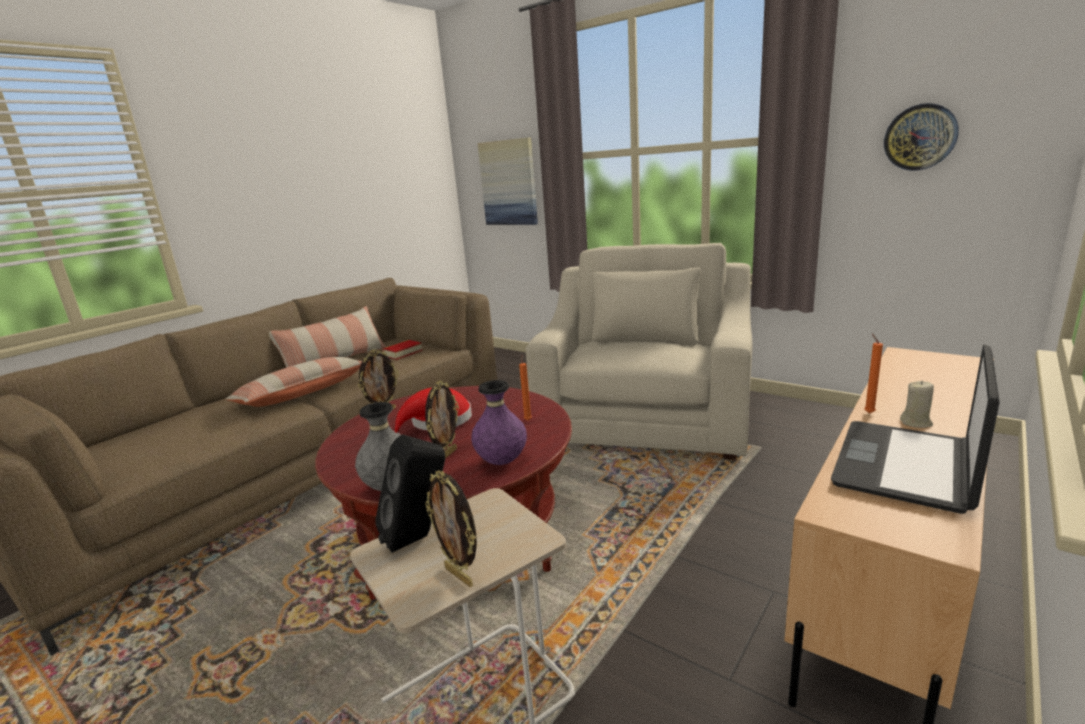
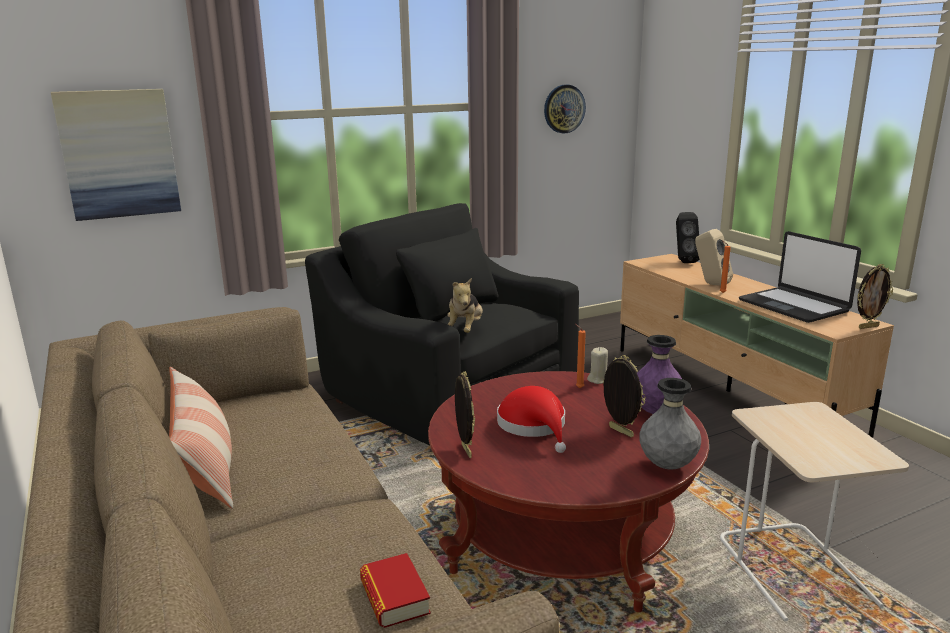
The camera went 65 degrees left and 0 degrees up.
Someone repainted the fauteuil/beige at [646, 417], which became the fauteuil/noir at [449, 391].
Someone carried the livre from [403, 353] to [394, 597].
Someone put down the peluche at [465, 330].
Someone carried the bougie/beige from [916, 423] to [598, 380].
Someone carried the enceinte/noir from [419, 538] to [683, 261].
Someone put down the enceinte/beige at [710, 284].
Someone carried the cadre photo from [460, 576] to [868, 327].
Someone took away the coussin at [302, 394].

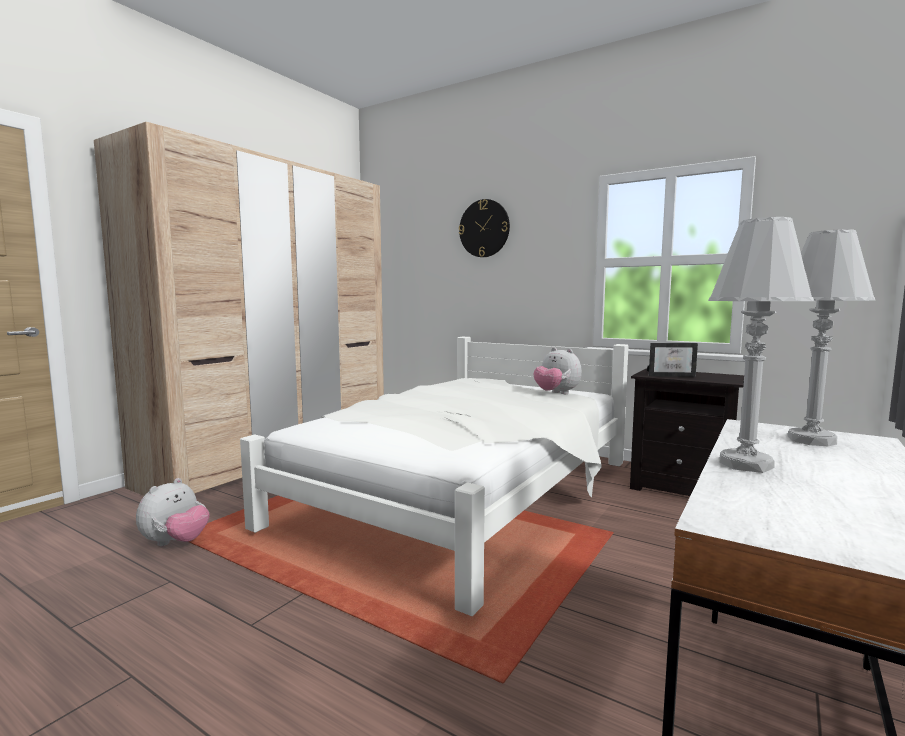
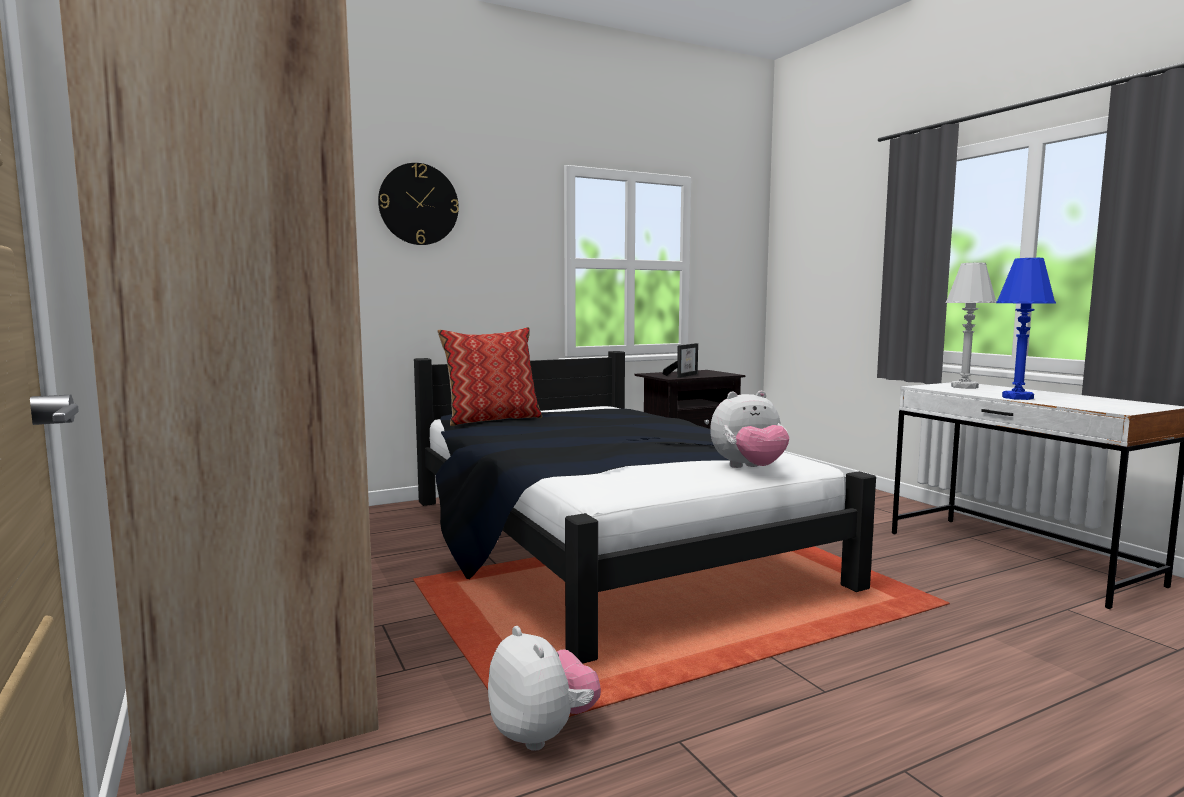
The camera went 60 degrees left and 0 degrees up.
Someone repainted the lit/blanc at [463, 496], which became the lit/noir at [603, 545].
Someone put down the coussin at [492, 419].
Someone carried the peluche from [556, 393] to [749, 468].
Someone repainted the lampe de table/blanc at [746, 464], which became the lampe de table/bleu at [1017, 397].

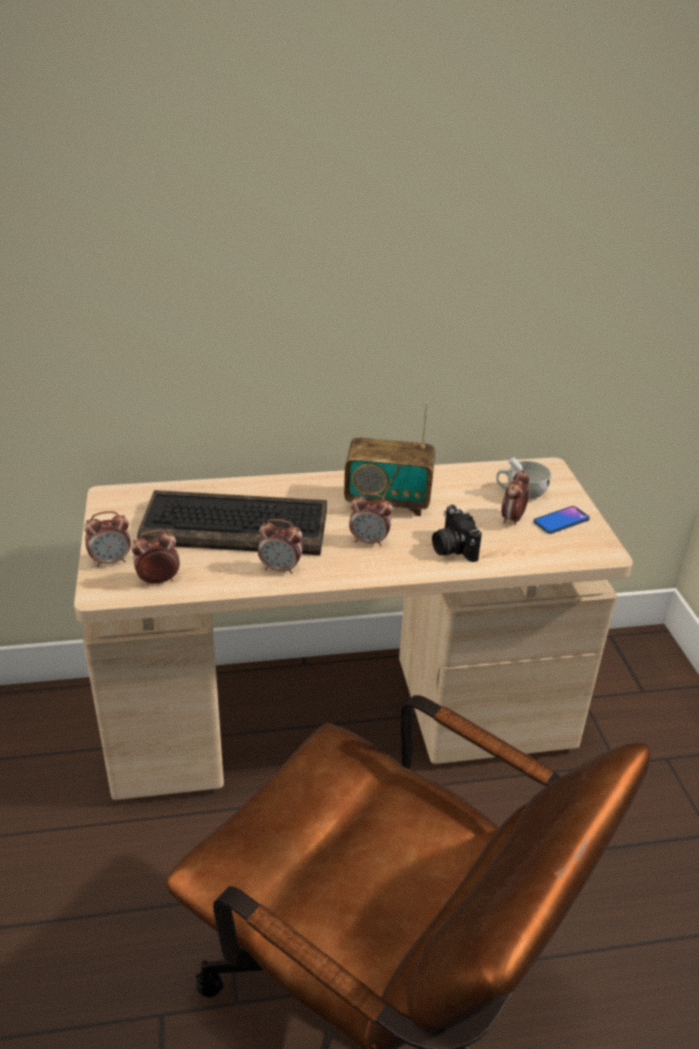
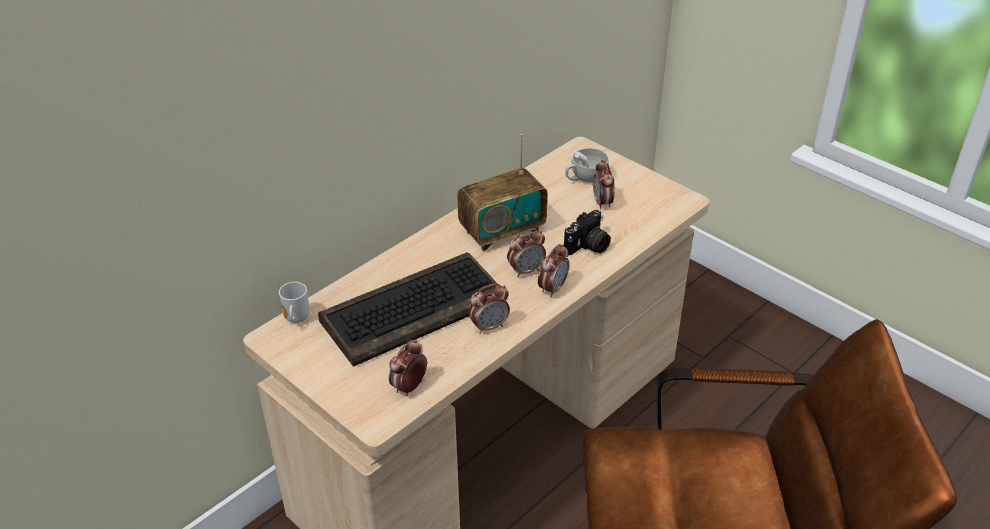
The camera went 35 degrees left and 5 degrees up.
Someone put down the mug at [295, 319].
Someone carried the réveil from [111, 561] to [553, 288].
Someone rotated the appareil photo at [452, 548] by 75 degrees counterclockwise.
Someone took away the téléphone at [561, 521].

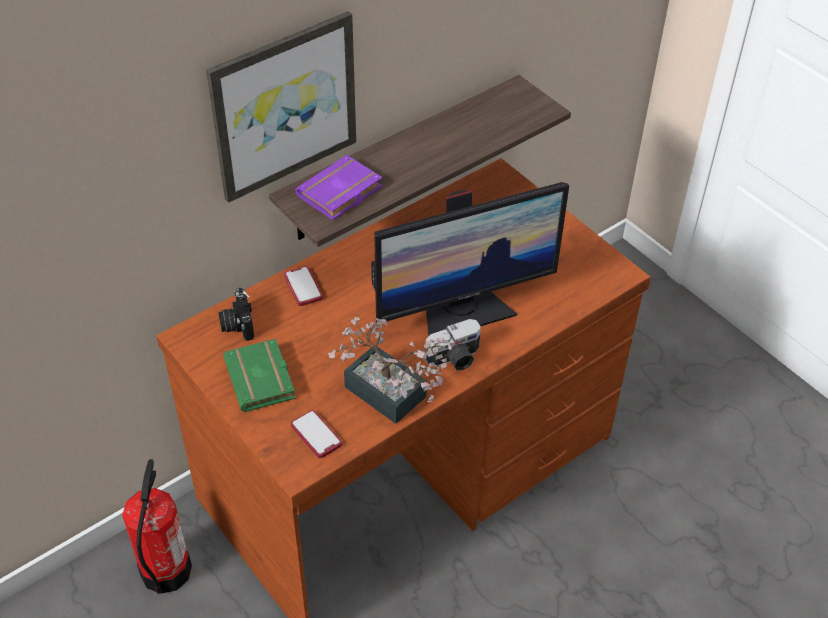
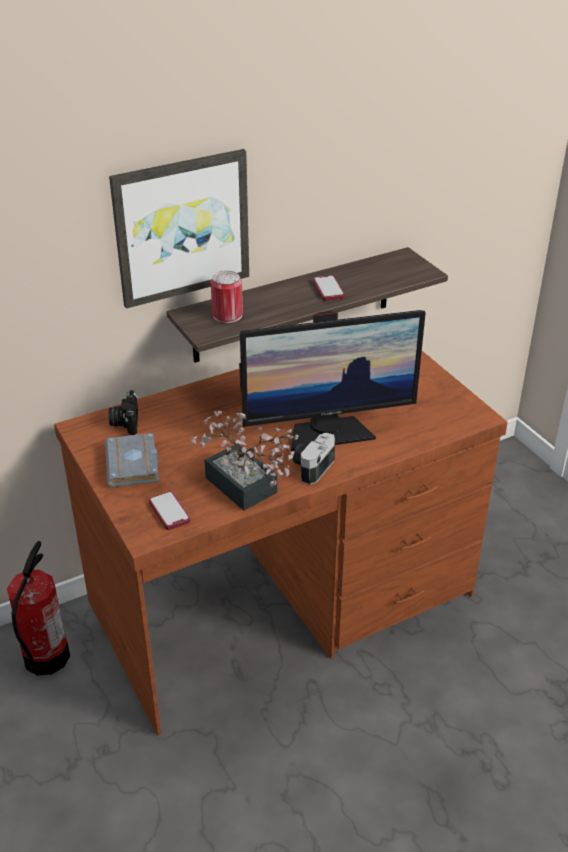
The camera went 10 degrees right and 10 degrees down.
Someone repainted the livre/vert at [263, 380], which became the livre/gris at [135, 465].
Someone swapped the livre/violet at [340, 194] for the boîte métallique at [227, 315].
Someone rotated the appareil photo at [455, 359] by 135 degrees clockwise.
Someone carried the téléphone from [303, 287] to [328, 289].

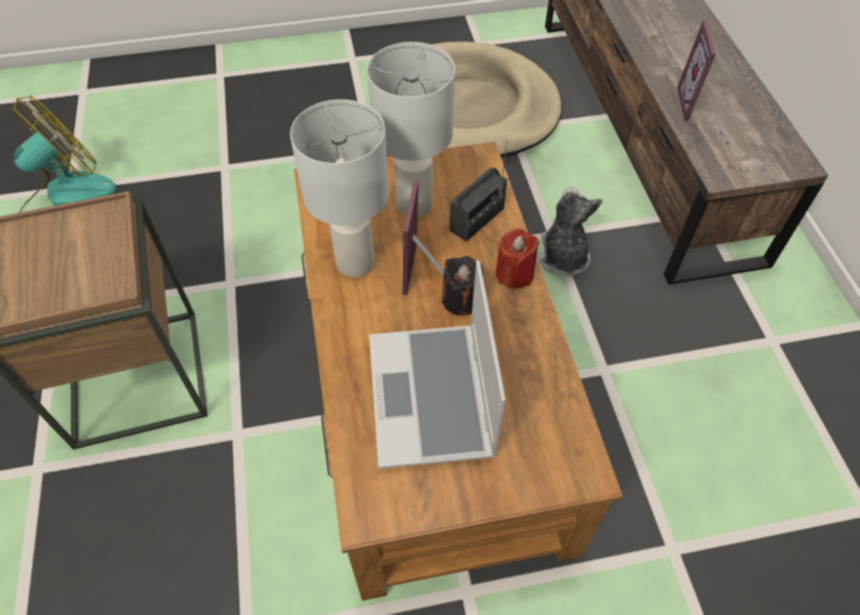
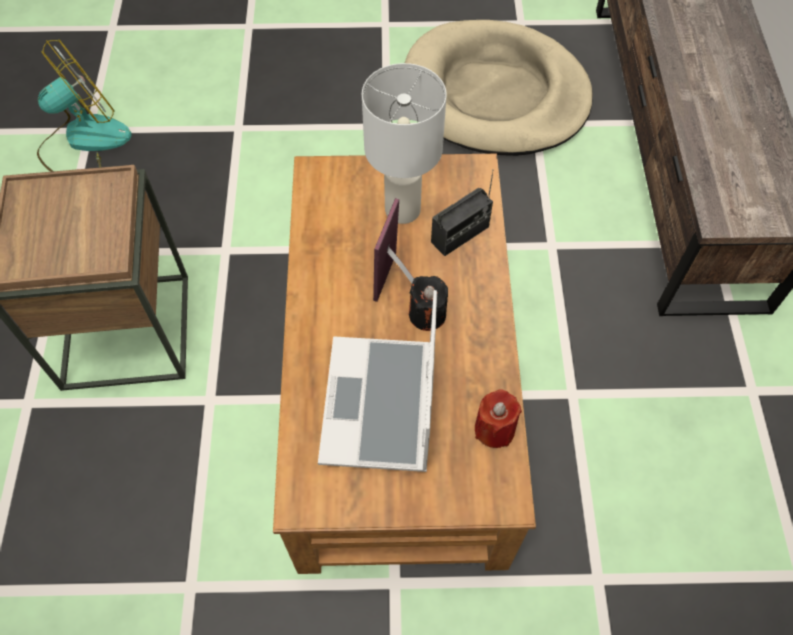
The camera went 10 degrees right and 5 degrees up.
Someone carried the bougie/rouge from [514, 274] to [494, 429].
Someone took away the lampe de table/blanc at [356, 263].
Someone took away the peluche at [562, 256].
Someone took away the cadre photo at [695, 104].

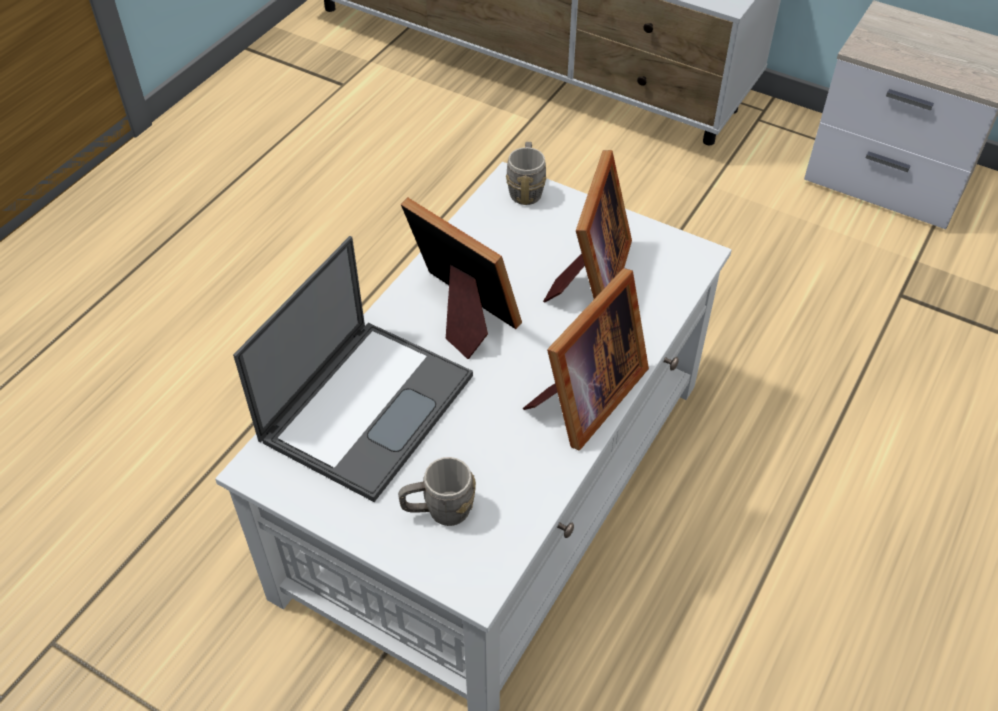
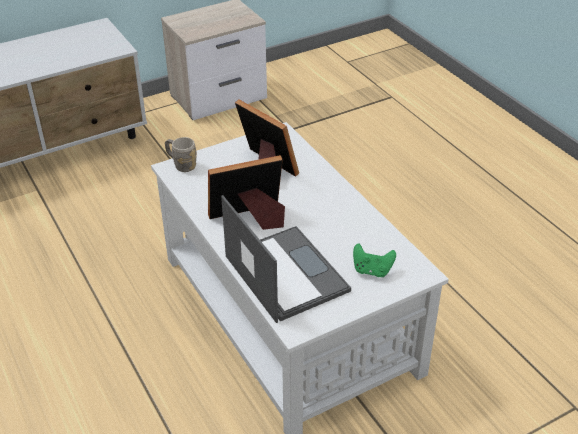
The camera went 60 degrees left and 10 degrees down.
Someone swapped the mug/gris at [439, 511] for the manette/vert at [372, 270].
Someone took away the cadre photo at [584, 398].

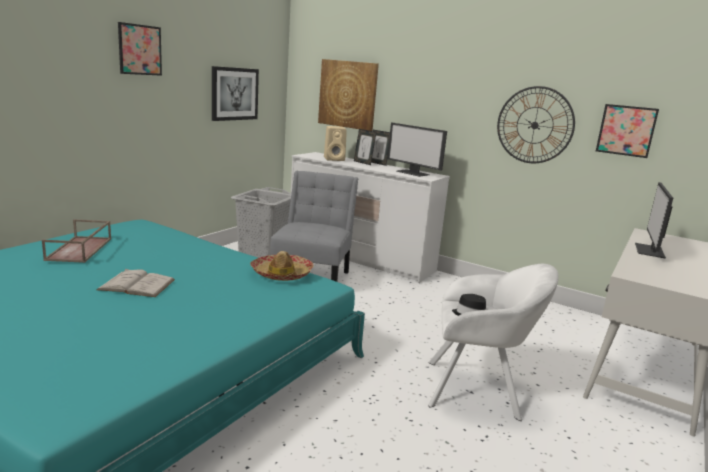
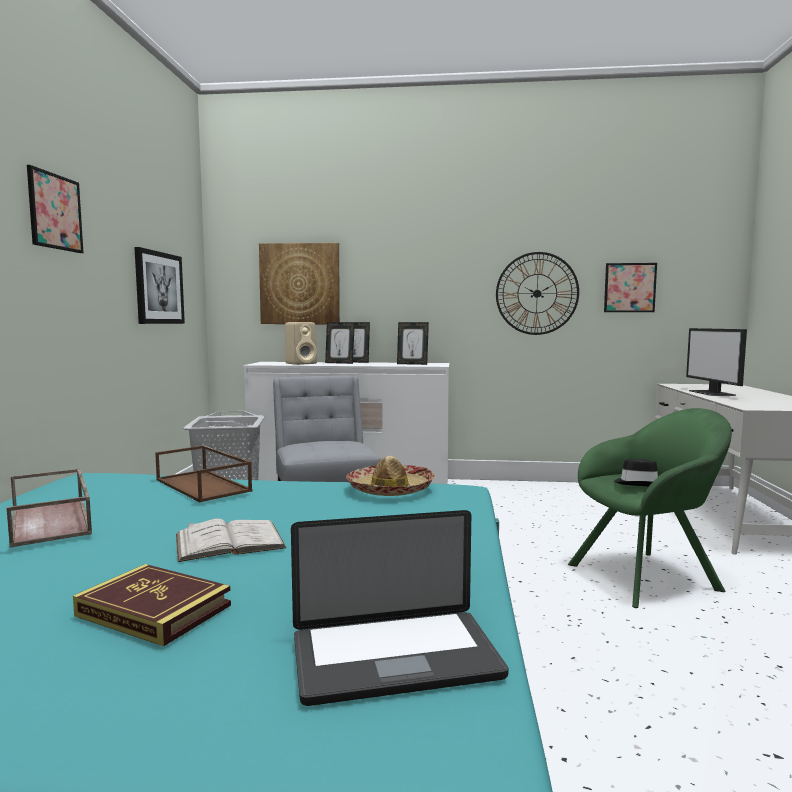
The camera went 25 degrees left and 10 degrees down.
Someone put down the livre at [154, 610].
Someone put down the plateau/marron at [204, 485].
Someone put down the ordinateur portable at [395, 658].
Someone swapped the écran d'ordinateur at [413, 173] for the cadre photo at [412, 364].
Someone repainted the fauteuil/blanc at [478, 390], which became the fauteuil/vert at [649, 576].

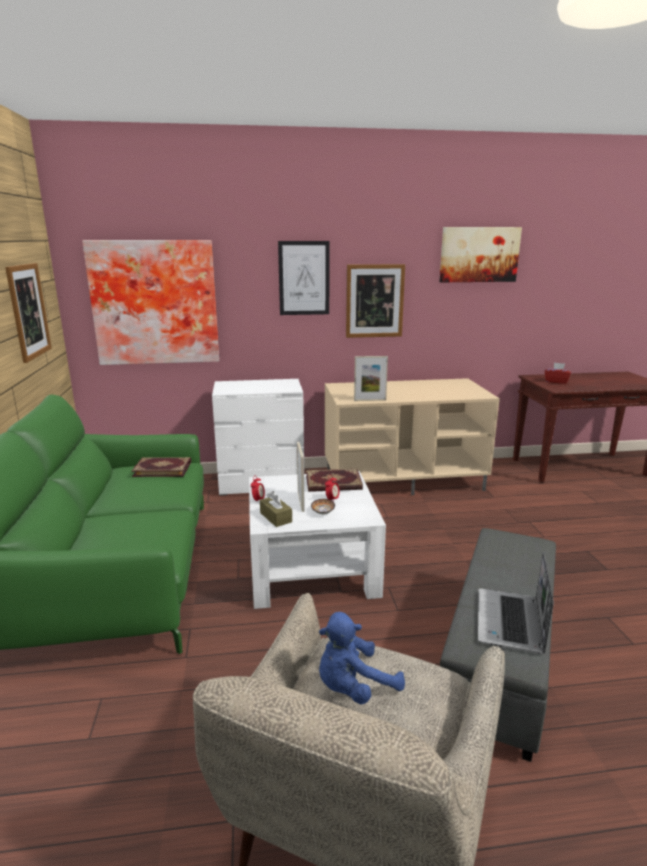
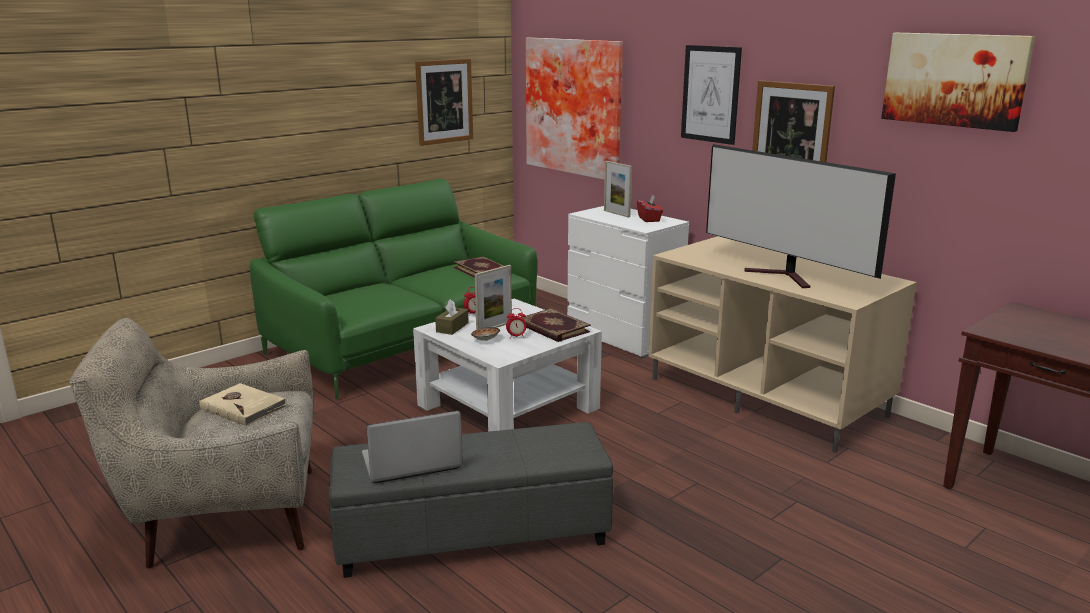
The camera went 55 degrees right and 0 degrees up.
Someone swapped the peluche/bleu at [353, 687] for the livre/beige at [244, 407].
Someone carried the cadre photo from [370, 400] to [616, 213].
Someone carried the boîte à mouchoirs/rouge from [556, 381] to [649, 219].
Someone put down the téléviseur at [785, 277].

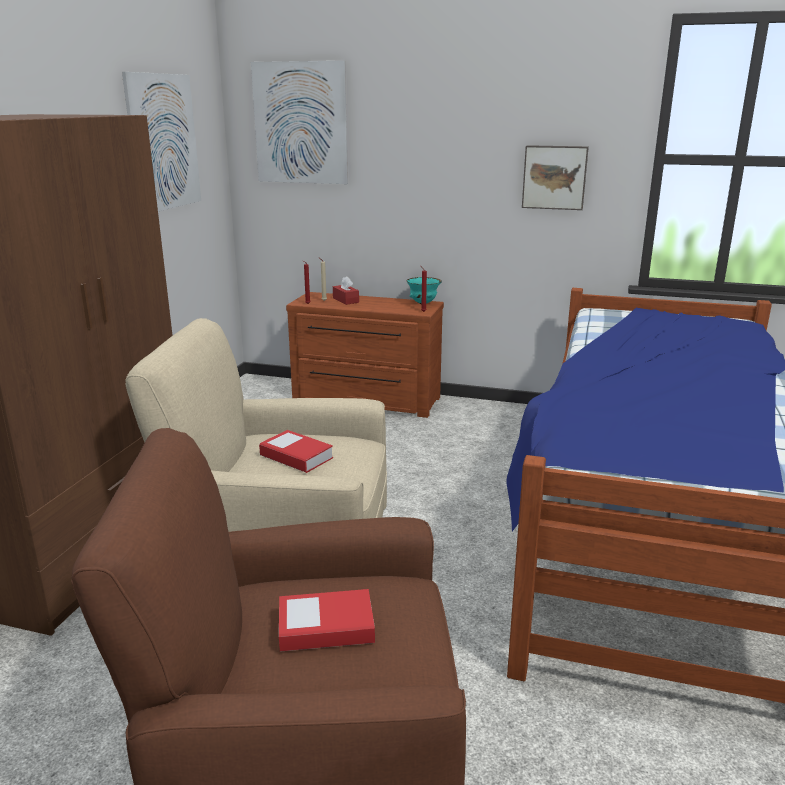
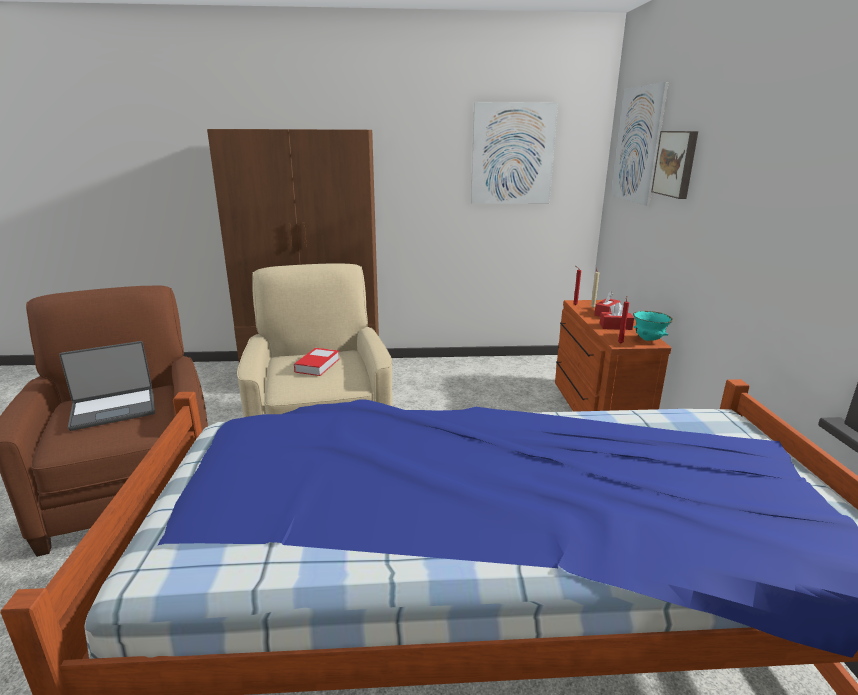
The camera went 70 degrees right and 0 degrees up.
Someone swapped the livre at [326, 628] for the ordinateur portable at [114, 409].
Someone put down the boîte à mouchoirs/rouge at [615, 326].
Someone carried the tableau from [554, 177] to [676, 163].

